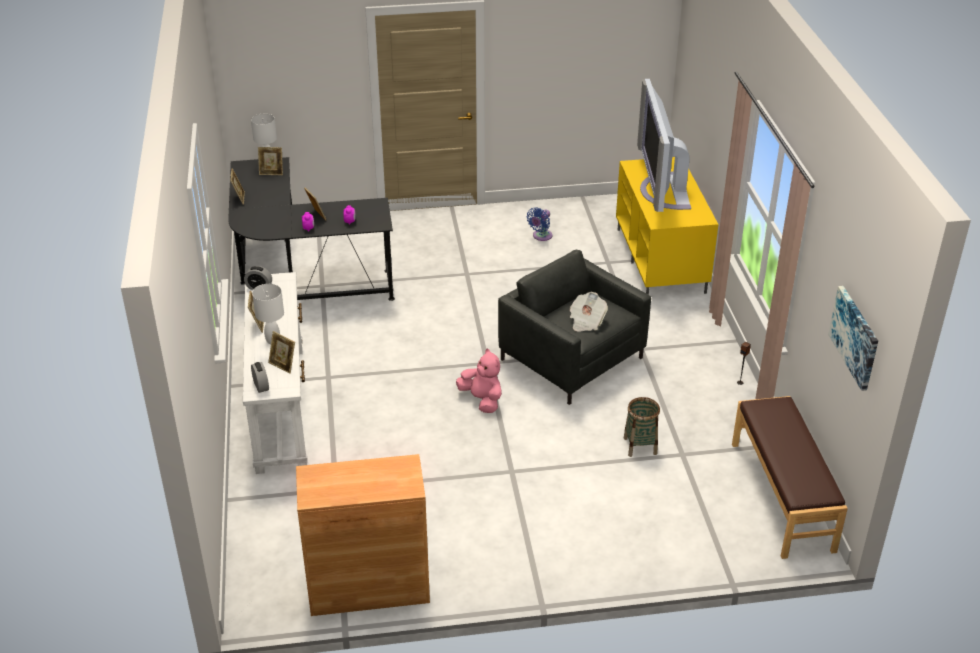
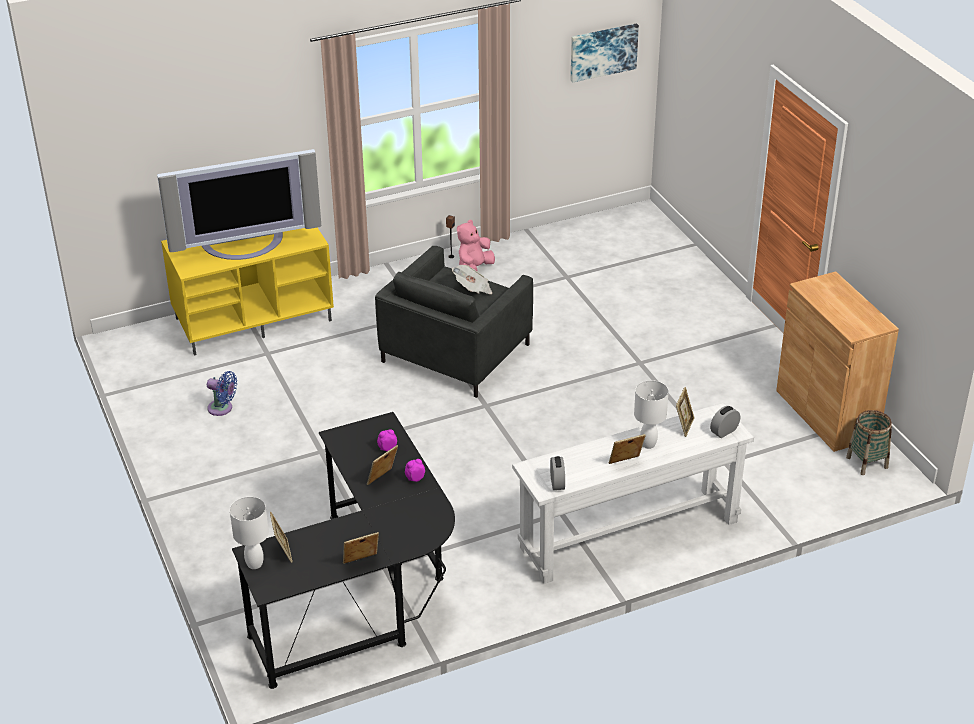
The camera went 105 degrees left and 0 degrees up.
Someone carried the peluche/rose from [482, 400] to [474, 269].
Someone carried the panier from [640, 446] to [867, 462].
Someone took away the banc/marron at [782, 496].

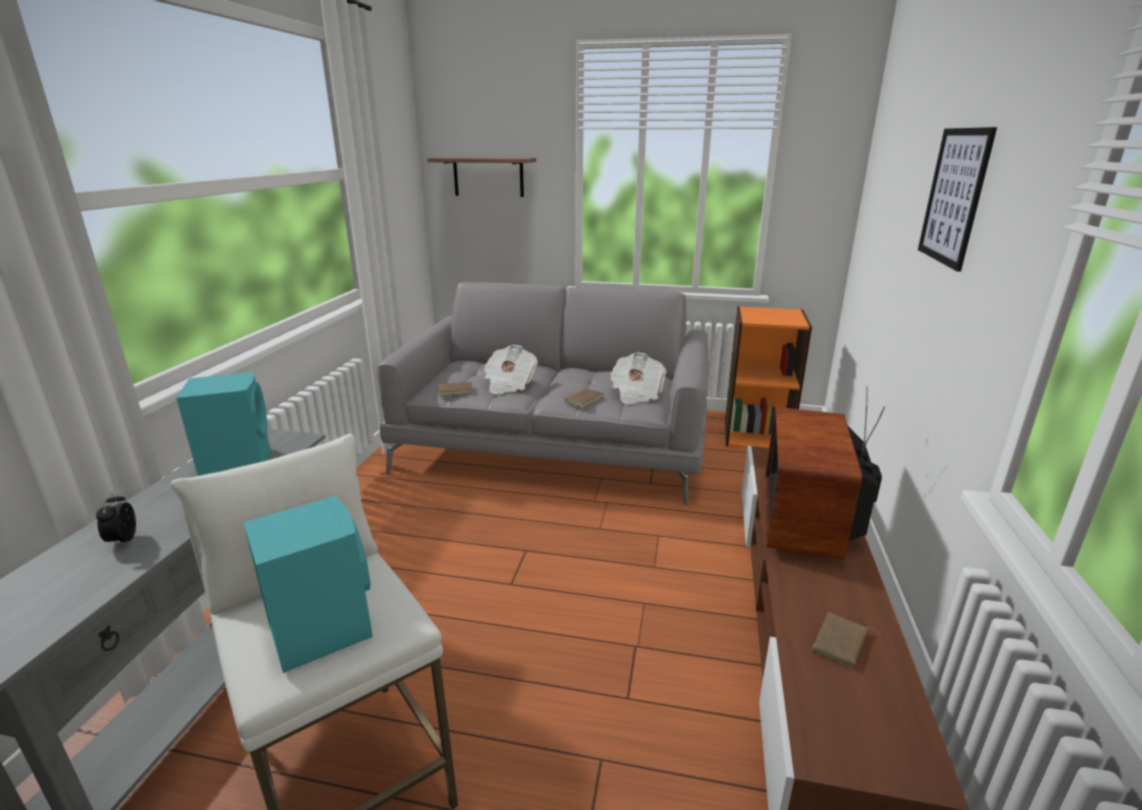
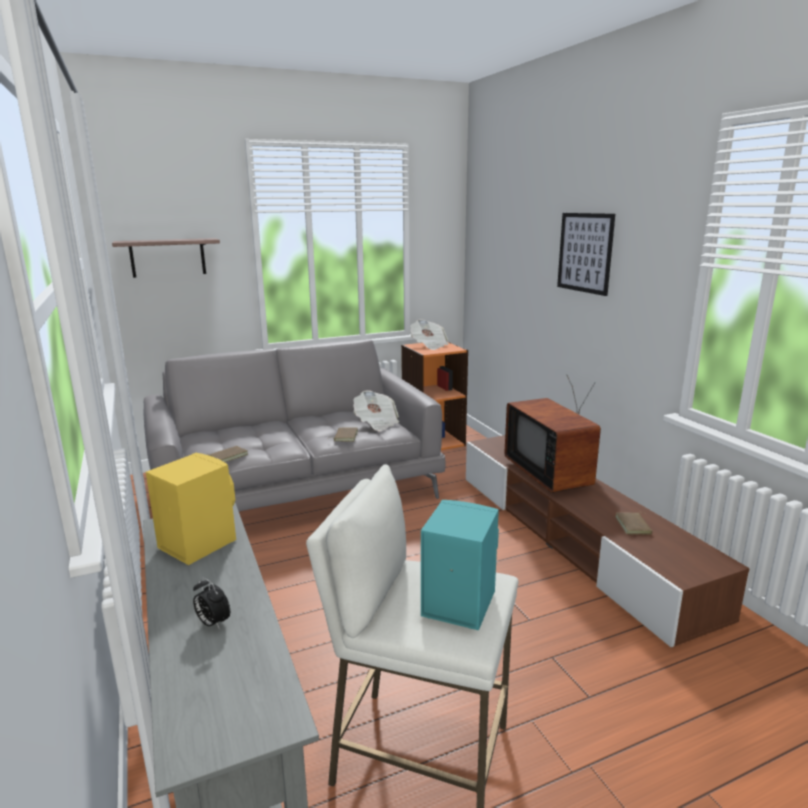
The camera went 35 degrees left and 5 degrees down.
Someone repainted the enceinte/turquoise at [237, 461], which became the enceinte/jaune at [196, 543].
Someone carried the journal from [509, 384] to [429, 345].

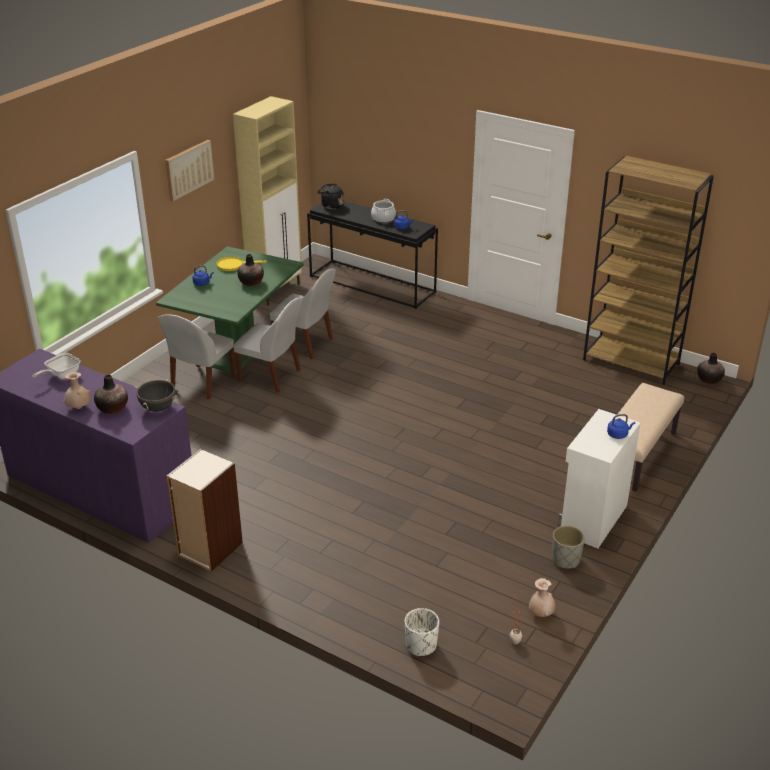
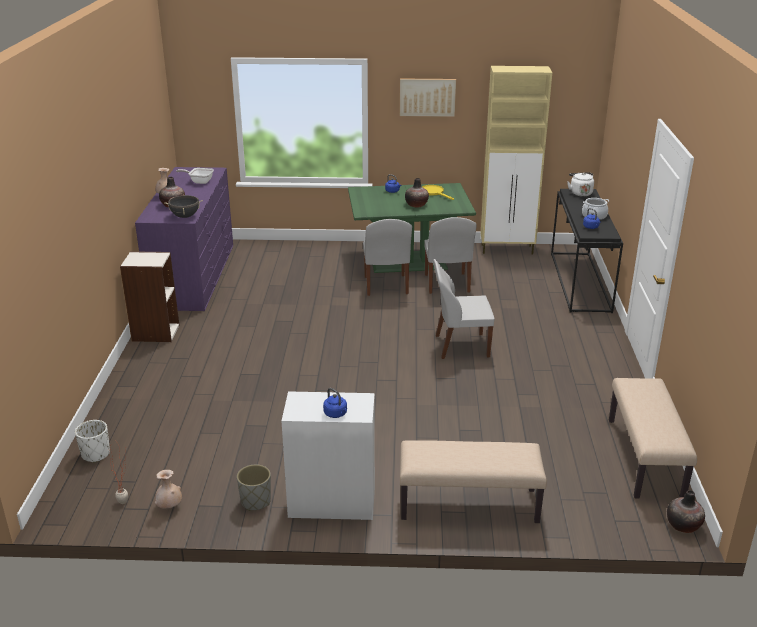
The camera went 60 degrees right and 5 degrees down.
Someone carried the chaise/blanc from [202, 383] to [460, 346].
Someone repainted the bouilloire/noir at [331, 206], which became the bouilloire/blanc at [580, 193].
Someone swapped the bibliothèque/marron at [631, 362] for the banc/beige at [645, 458].

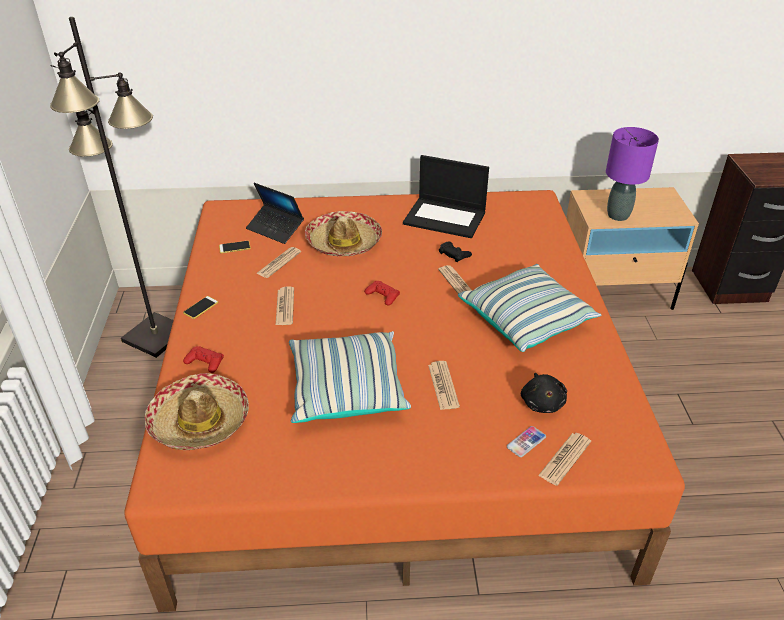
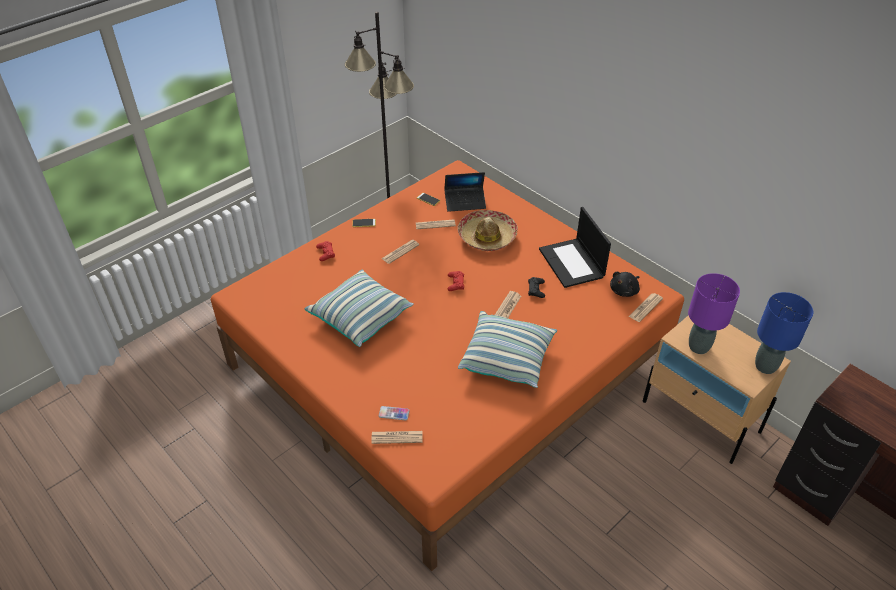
The camera went 50 degrees right and 5 degrees up.
Someone rotated the ordinateur portable at [275, 229] by 90 degrees counterclockwise.
Someone carried the peluche/noir from [542, 402] to [624, 291].
Someone carried the journal from [443, 386] to [645, 308].
Someone put down the lampe de table/bleu at [765, 366].
Someone took away the chapeau at [200, 422].

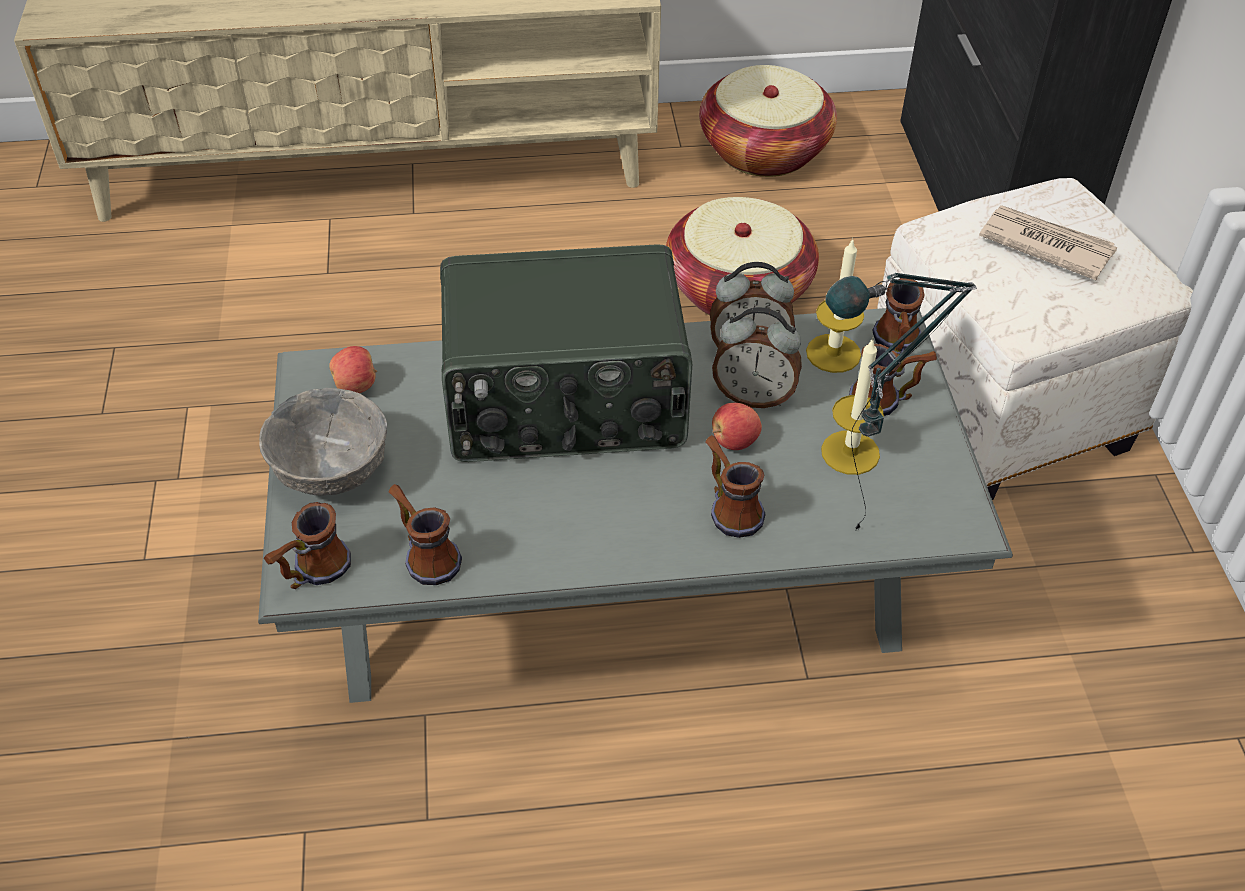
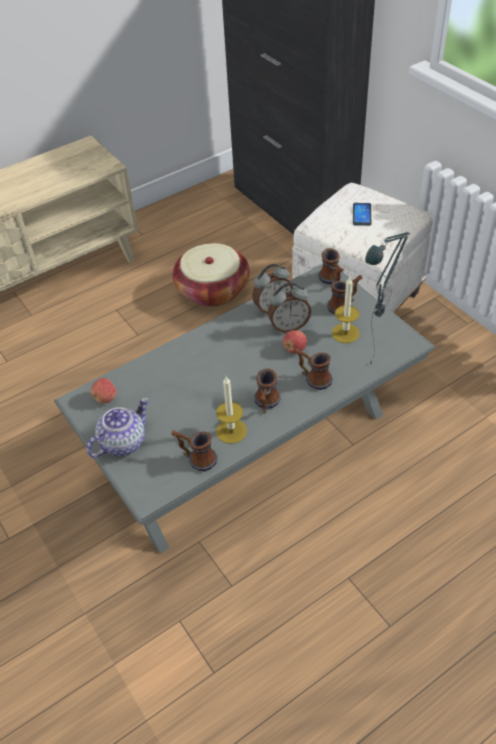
The camera went 25 degrees left and 0 degrees up.
Someone swapped the bol/gris at [330, 471] for the théière at [123, 442].
Someone carried the bougie from [833, 353] to [231, 431].
Someone carried the mug from [312, 573] to [266, 405].
Someone swapped the journal at [1045, 245] for the téléphone at [361, 214].
Someone took away the radio at [565, 402].
Someone took away the panier at [764, 150].

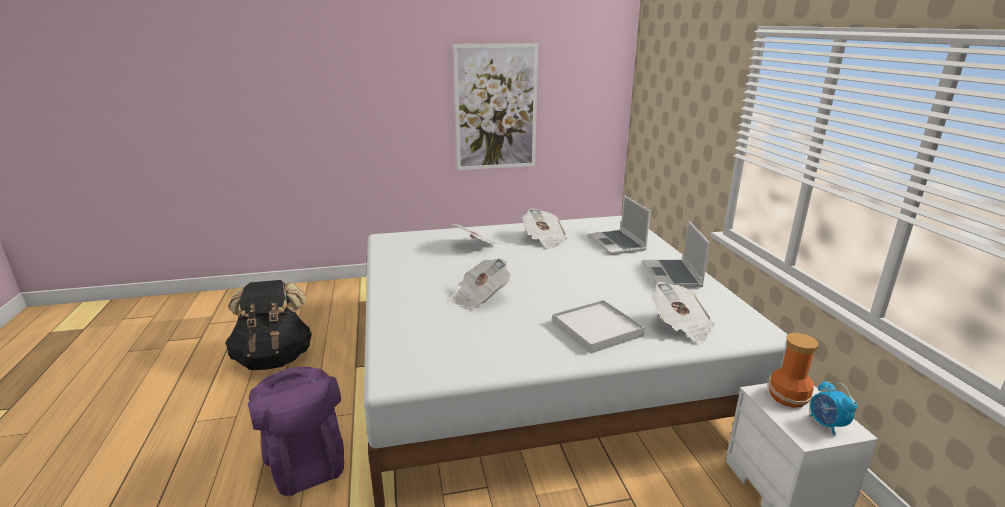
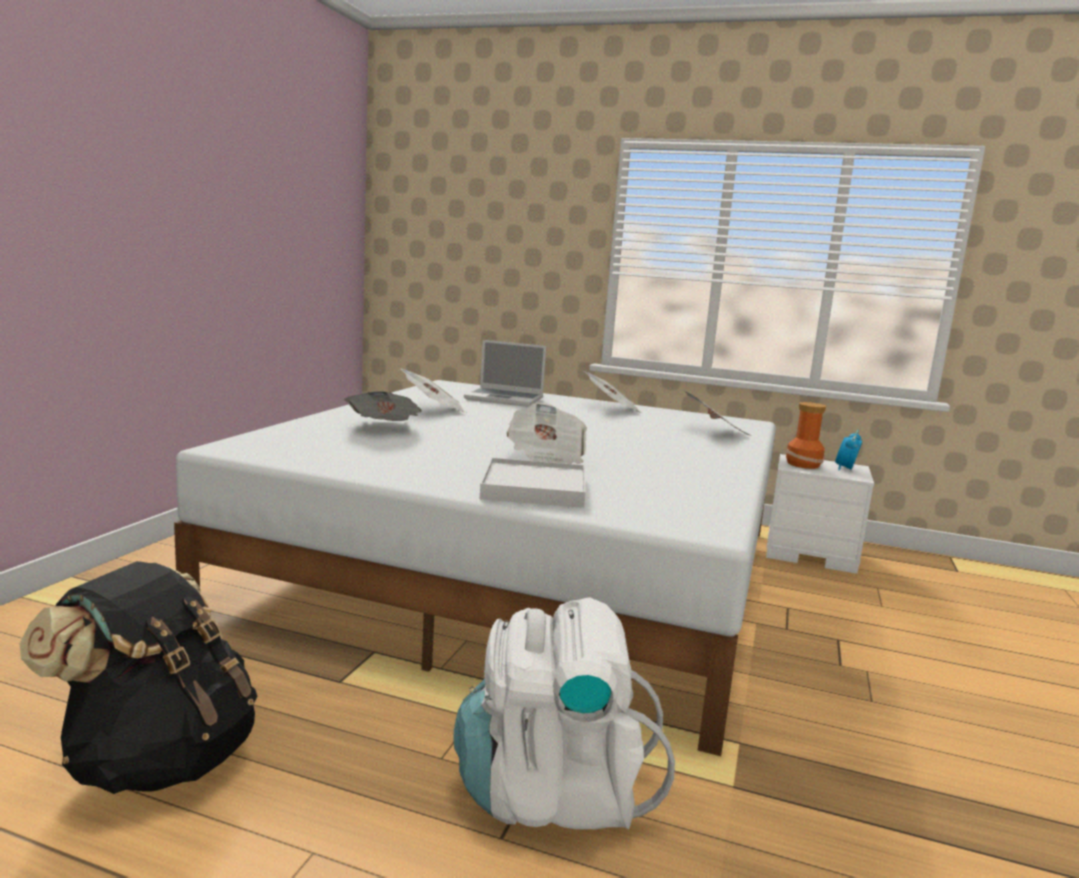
The camera went 60 degrees left and 10 degrees down.
Someone repainted the sac à dos/violet at [305, 461], which became the sac à dos/blanc at [552, 792].
Someone carried the plateau/blanc from [597, 329] to [534, 488].
Someone swapped the ordinateur portable at [672, 275] for the journal at [612, 408].
Someone rotated the réveil at [826, 424] by 105 degrees clockwise.
Someone took away the tableau at [496, 108].

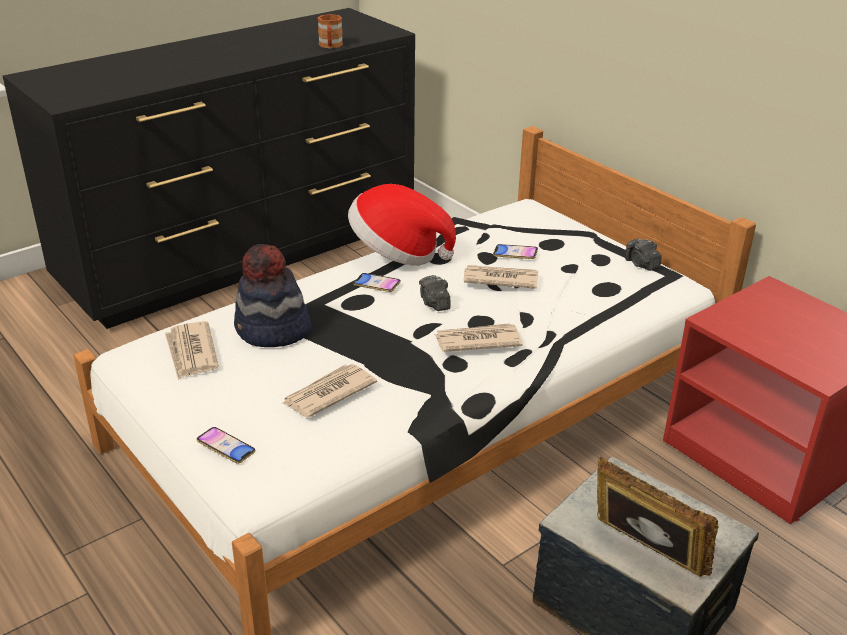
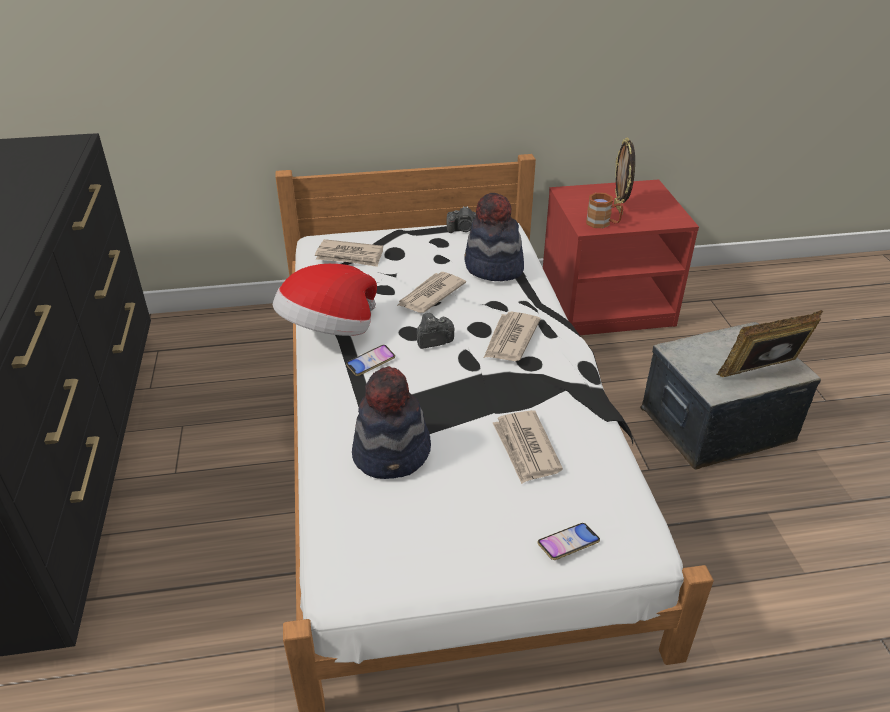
The camera went 60 degrees left and 5 degrees up.
Someone carried the journal from [191, 353] to [350, 256].
Someone rotated the appareil photo at [434, 303] by 150 degrees clockwise.
Someone put down the chapeau at [493, 268].
Someone carried the mug/marron from [330, 46] to [603, 223].
Someone put down the cadre photo at [619, 209].
Someone took away the téléphone at [515, 254].

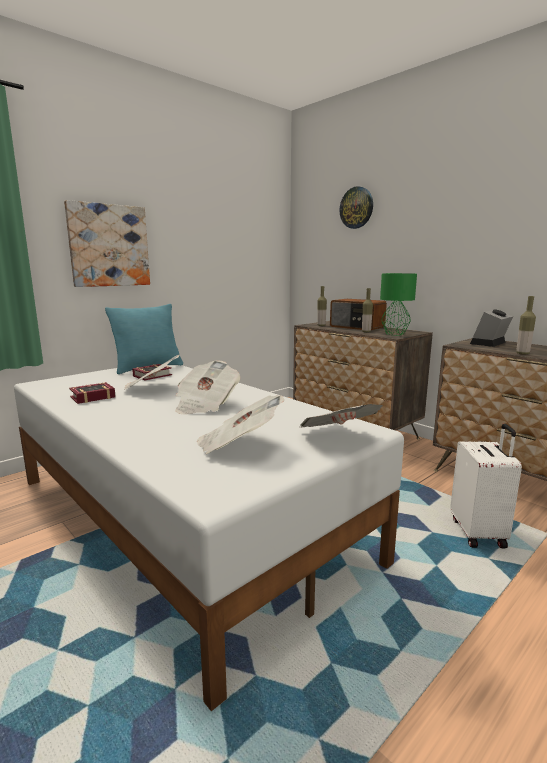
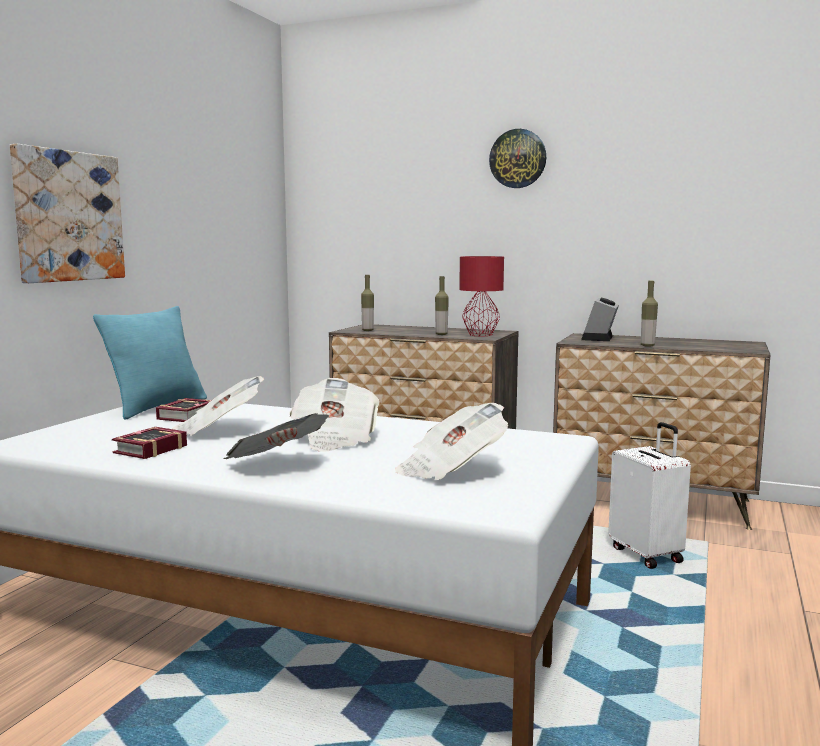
The camera went 25 degrees left and 5 degrees down.
Someone carried the journal from [338, 438] to [276, 465].
Someone repainted the lampe de table/vert at [394, 334], which became the lampe de table/rouge at [480, 335].
Someone carried the horloge murale from [356, 208] to [518, 158].
Someone took away the radio at [357, 327].

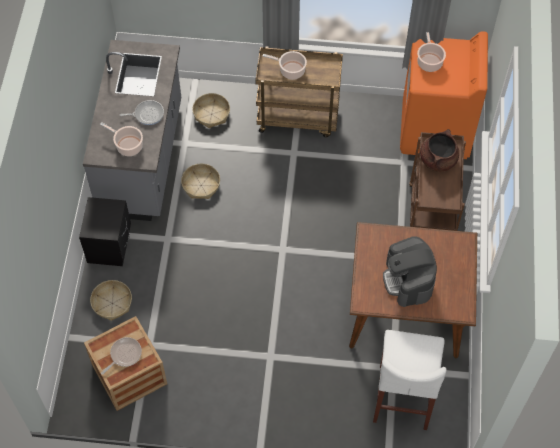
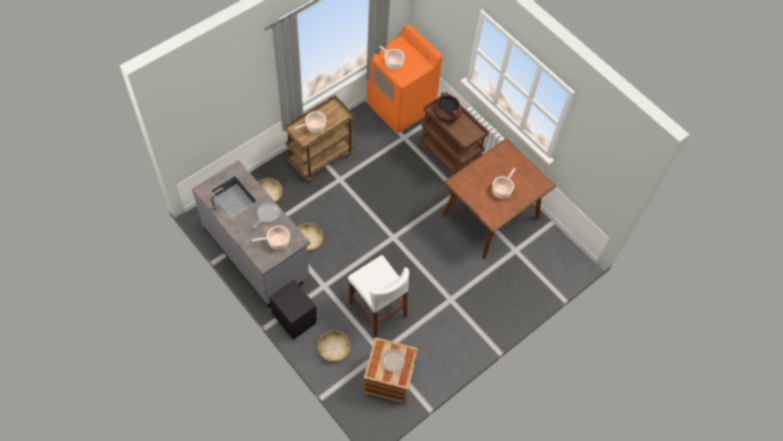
The camera went 50 degrees left and 0 degrees up.
Someone carried the tabouret/blanc from [402, 396] to [377, 309].
Someone swapped the machine à café at [408, 280] for the marmite at [502, 190].

